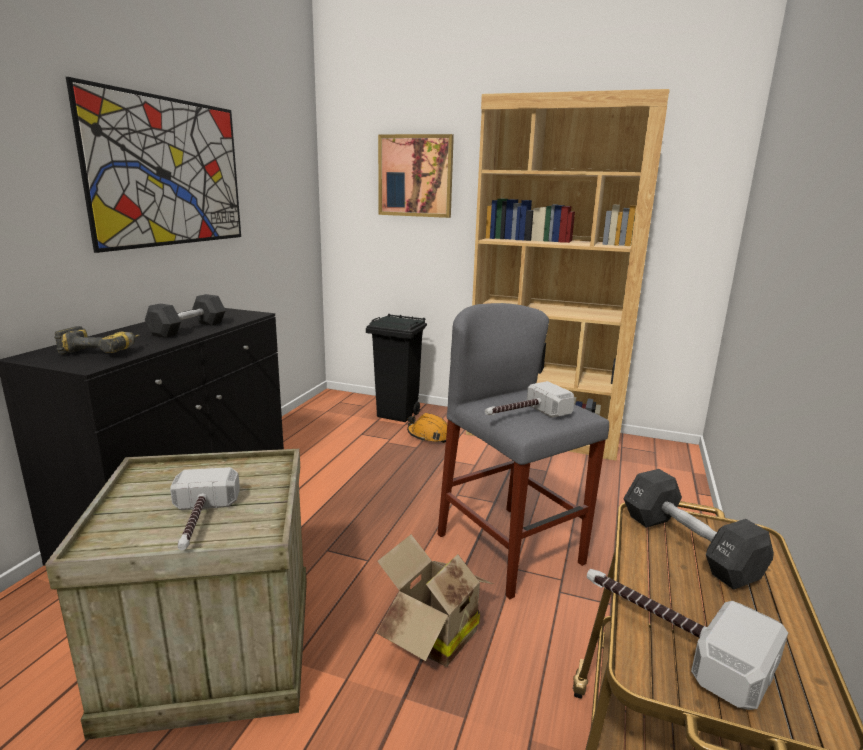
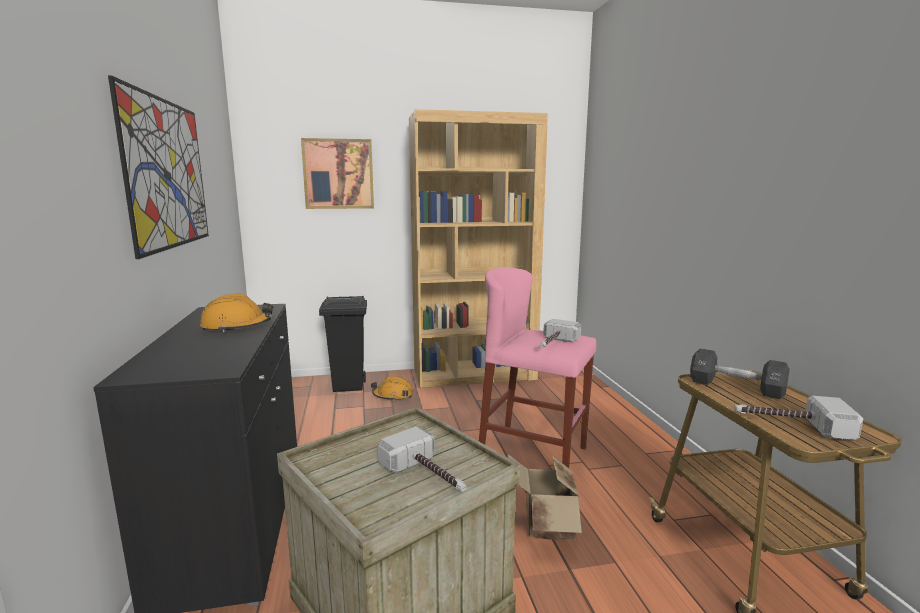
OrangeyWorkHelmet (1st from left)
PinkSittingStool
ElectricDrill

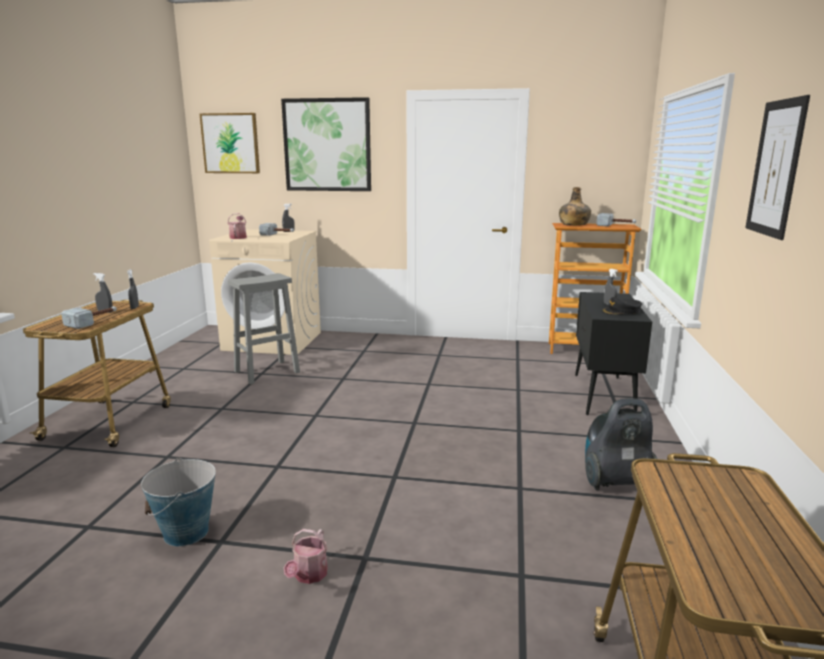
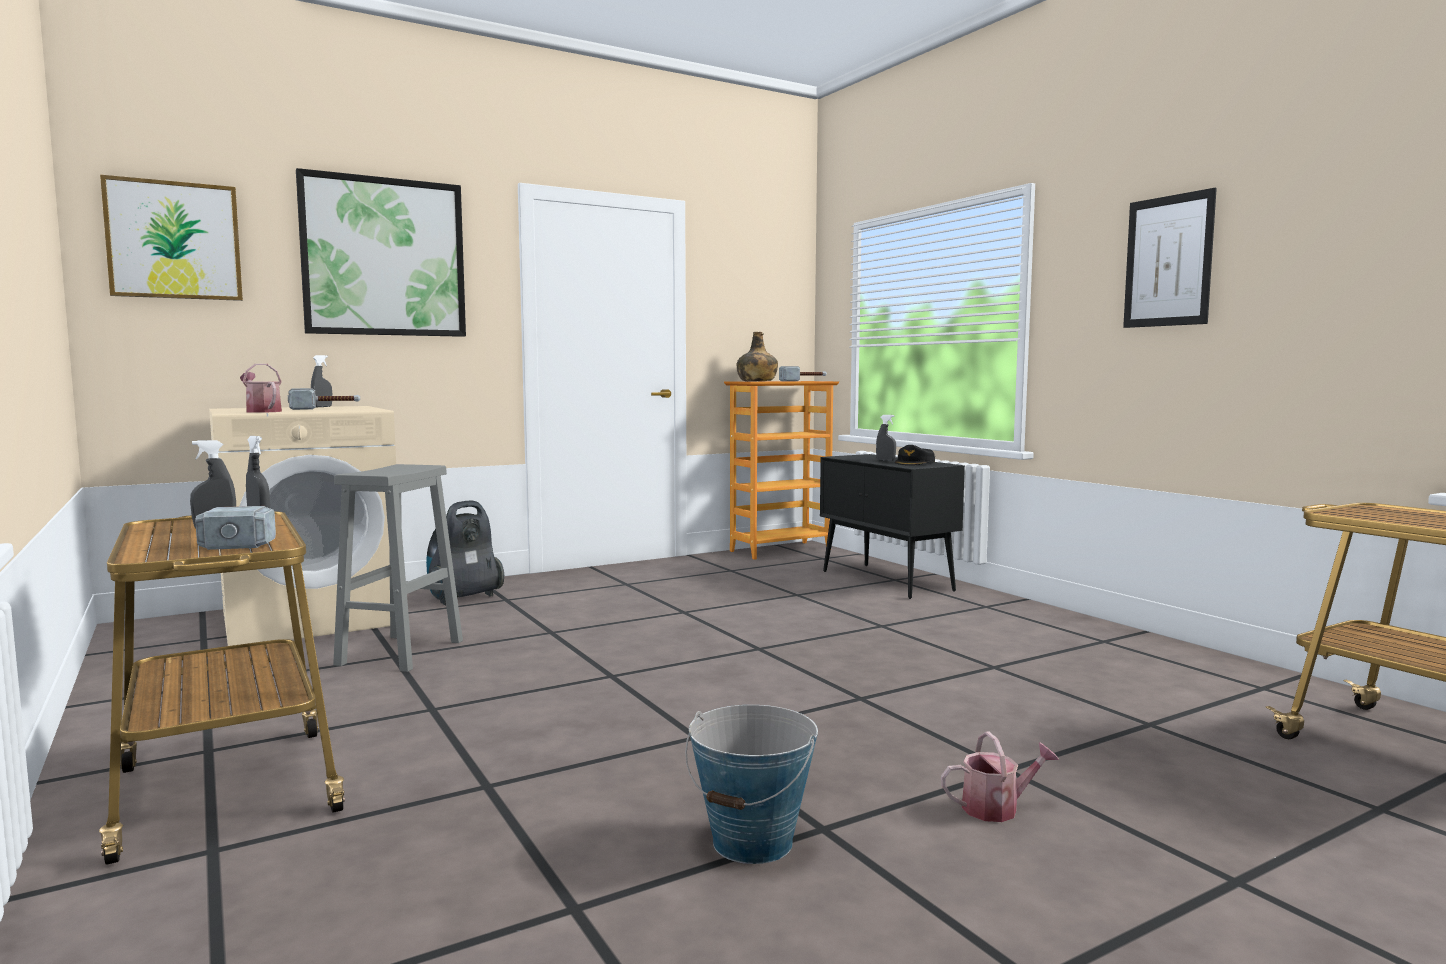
VacuumCleaner
WateringCan (2nd from left)

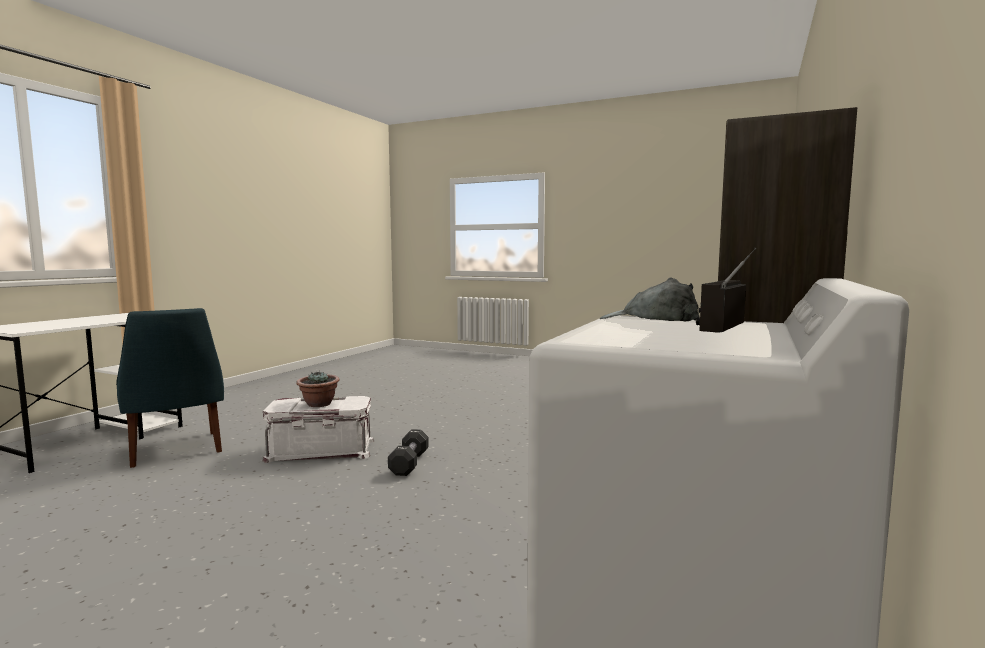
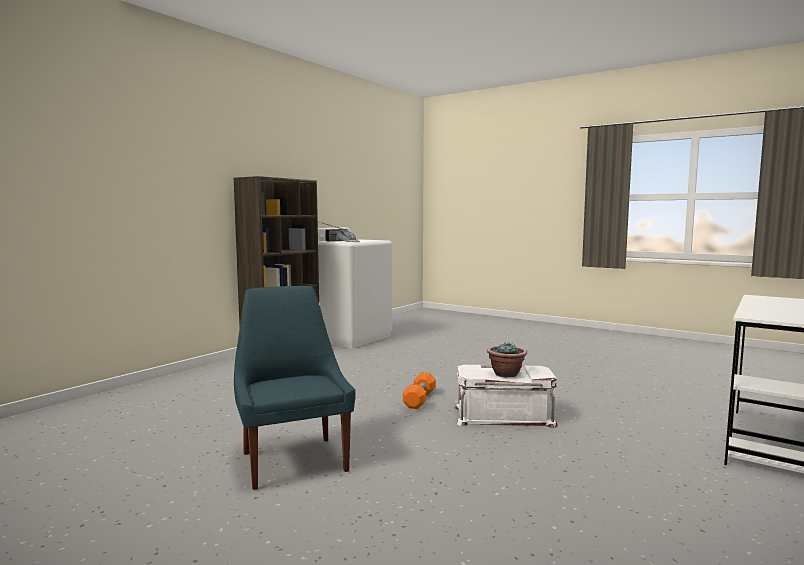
BlueColouredUprightChair
OrangeyHandWeight

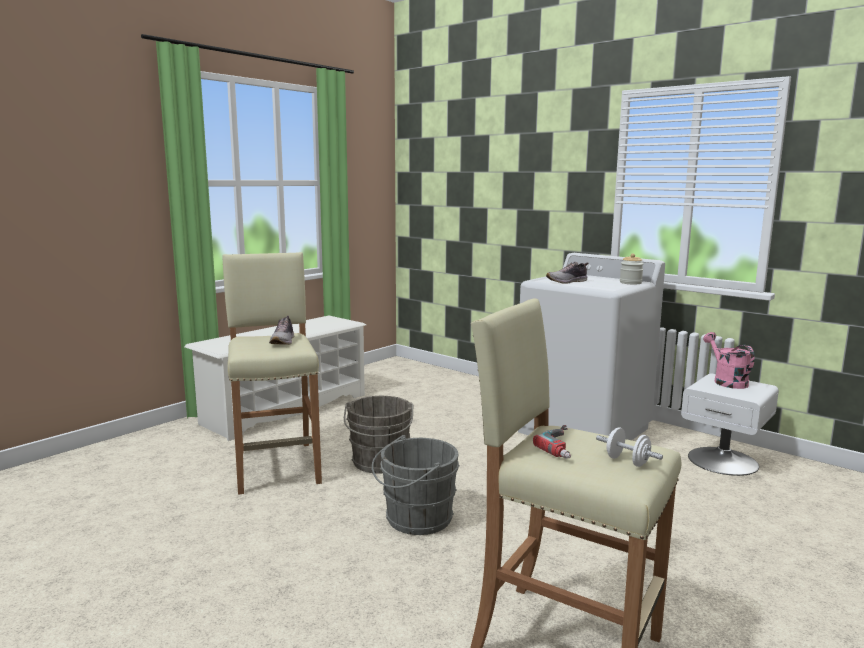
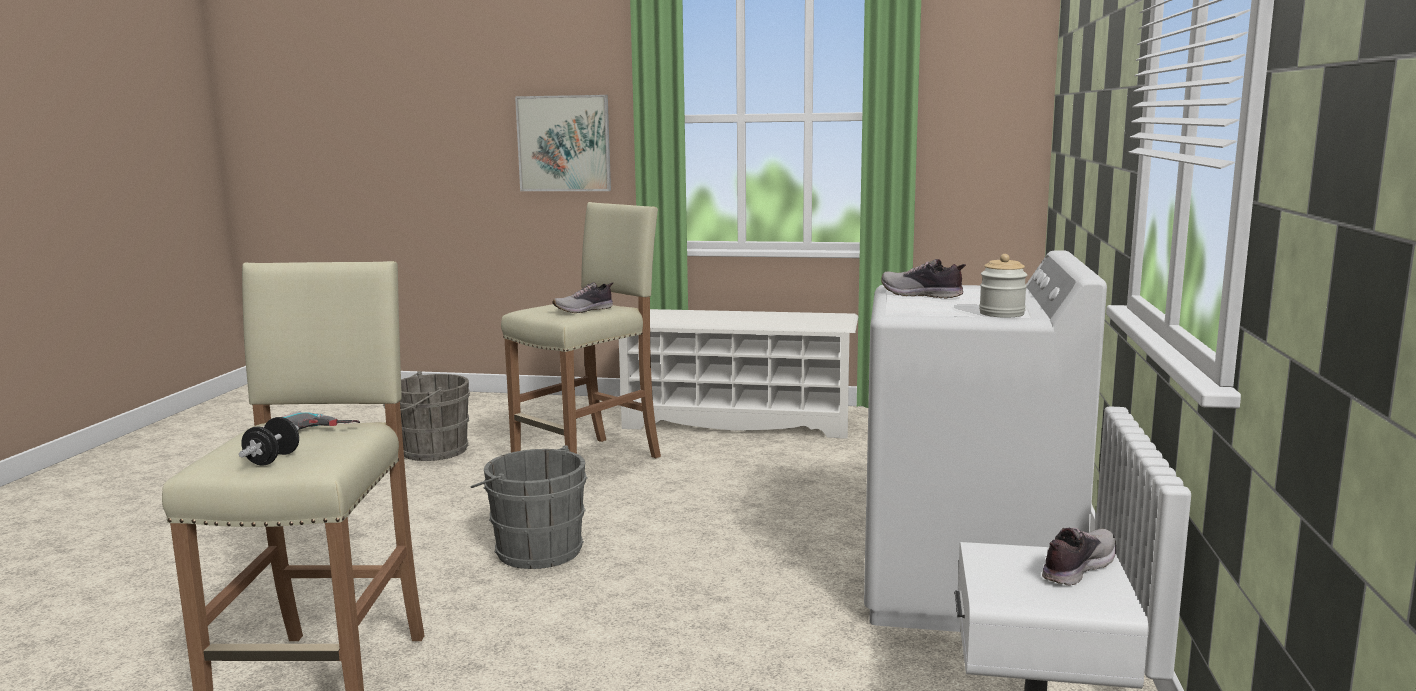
BlackHandWeight
GreyPail (1st from left)
WallArt
LowShoe (3rd from left)

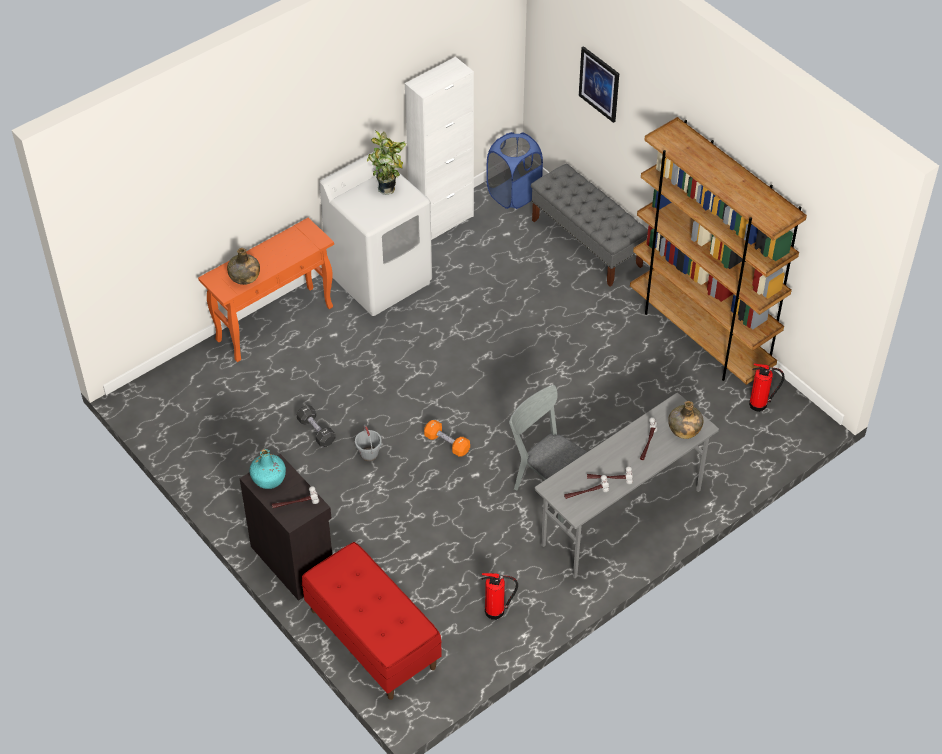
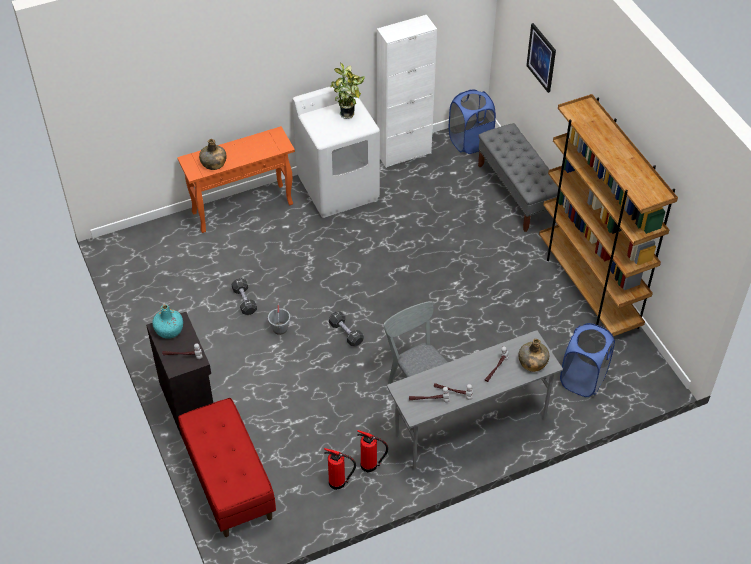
BlackHandWeight (2nd from left)
FireFightingCylinder (2nd from left)
BlueColouredLaundryBasket (2nd from left)

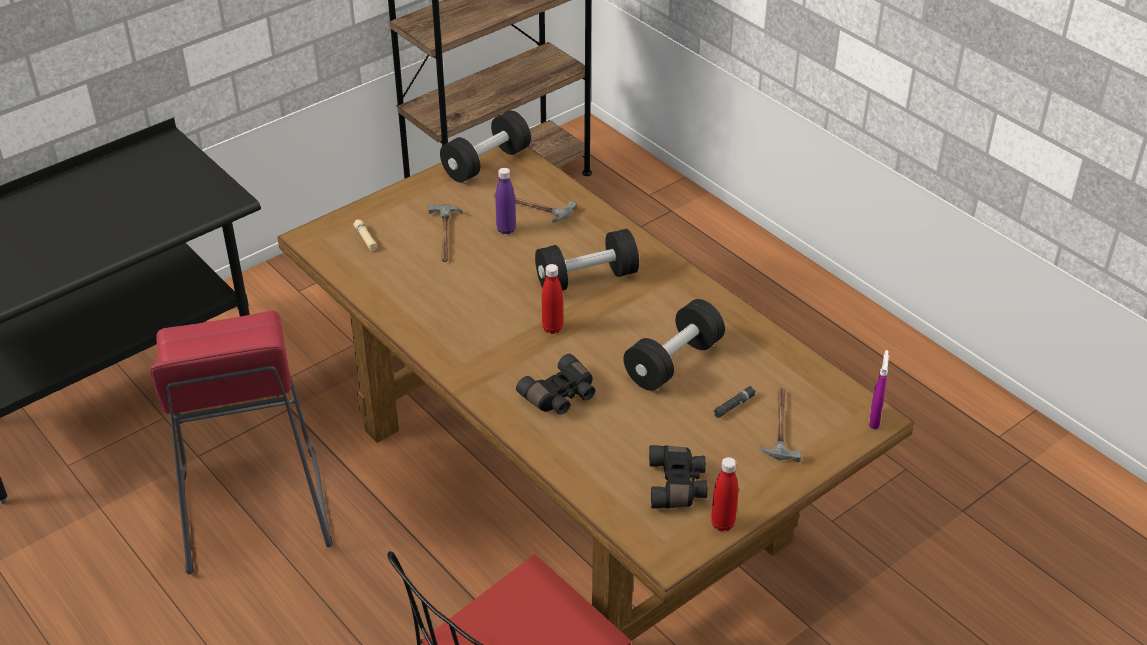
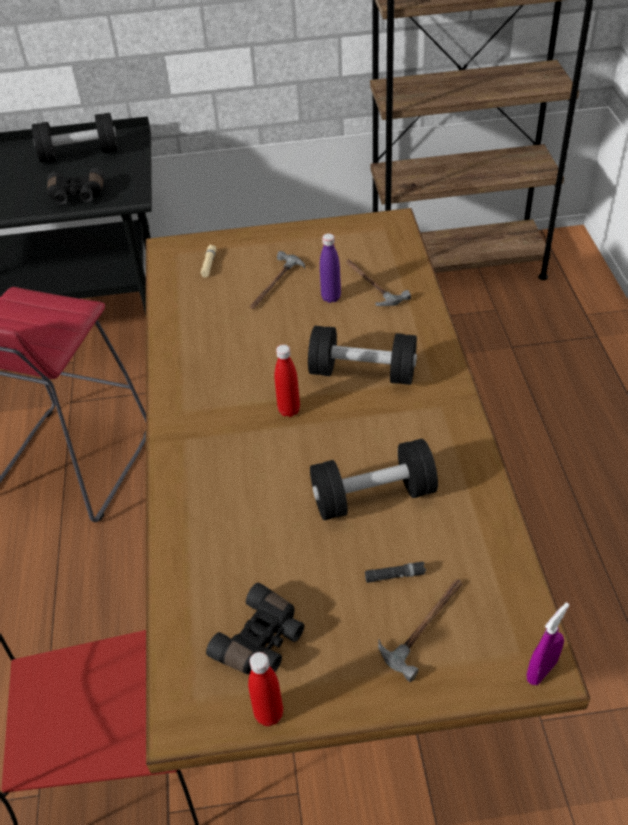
BlackHandWeight (1st from left)
BlackFieldGlasses (1st from left)

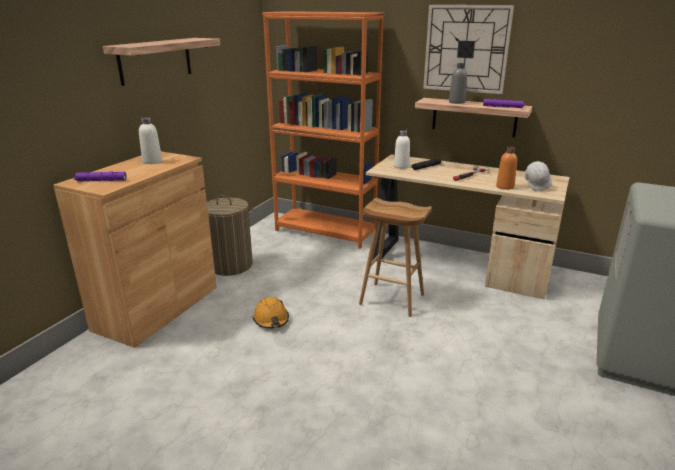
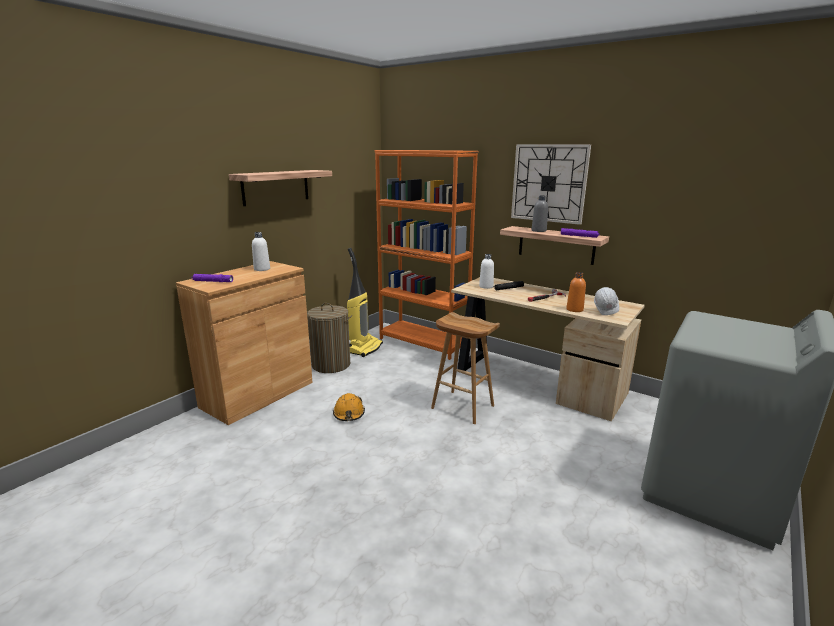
VacuumCleaner

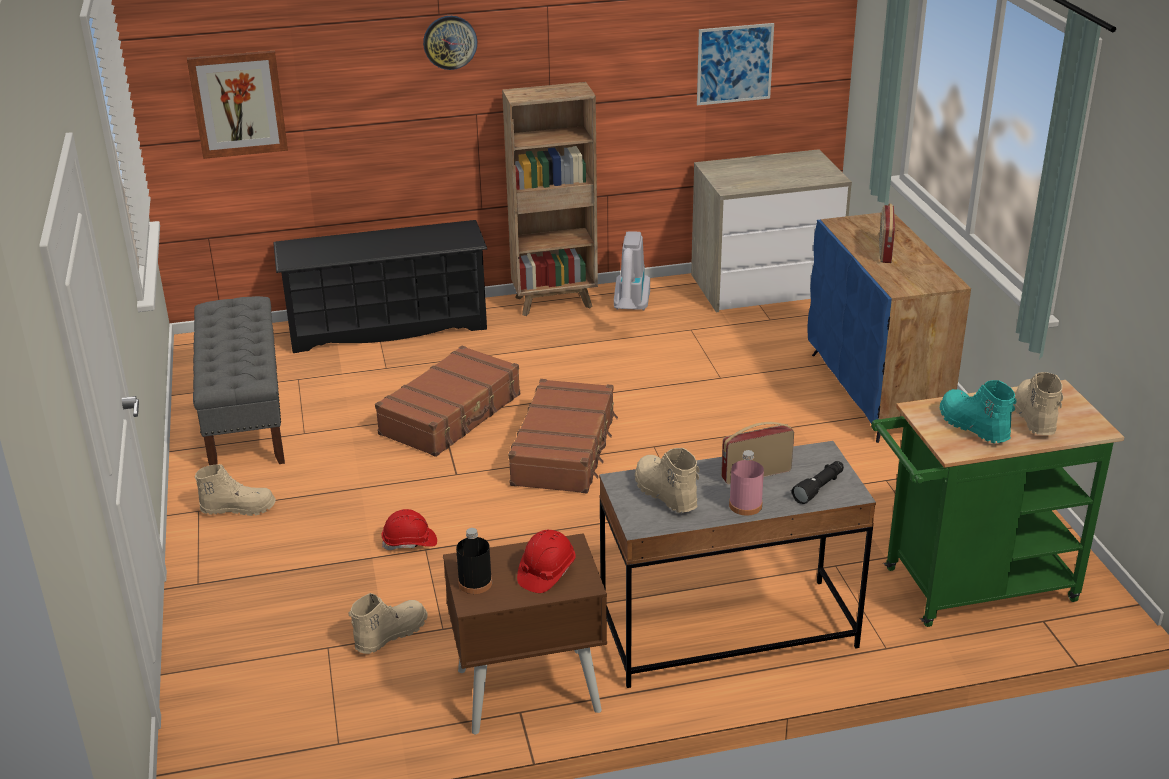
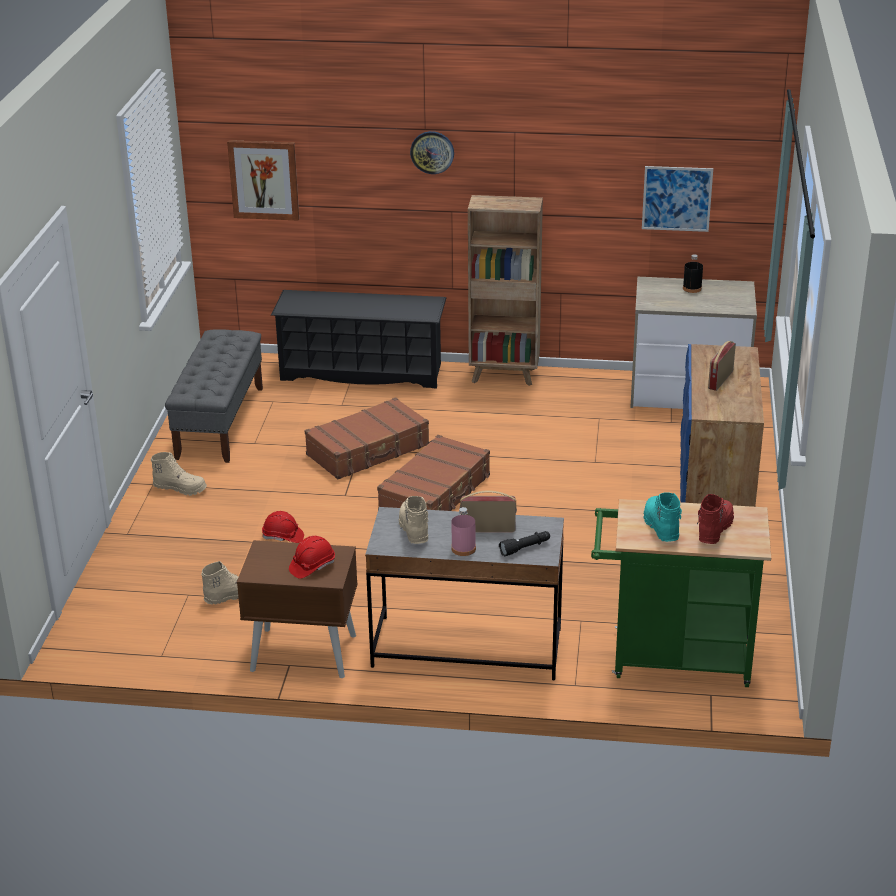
BlackBeverageBottle
RedColouredHighTopBoot
VacuumCleaner

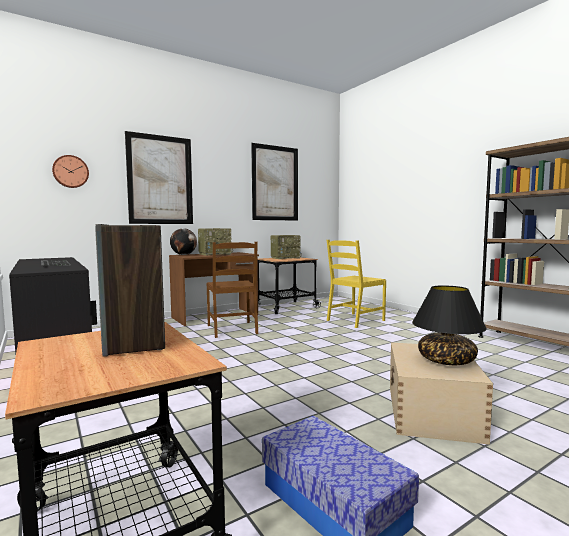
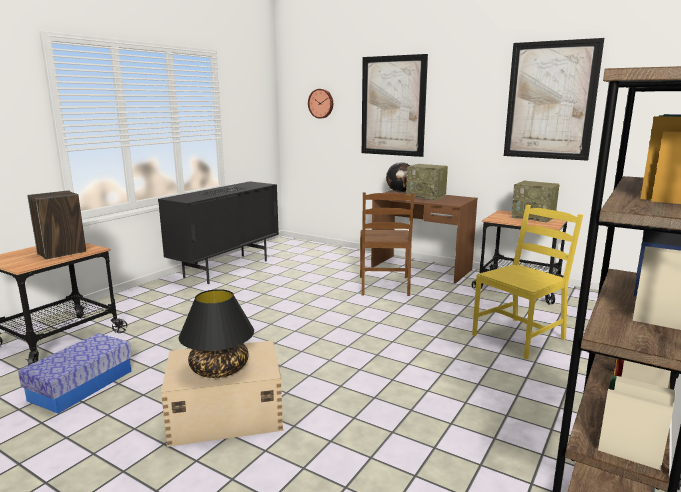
BrownColouredUprightChair
YellowUprightChair

